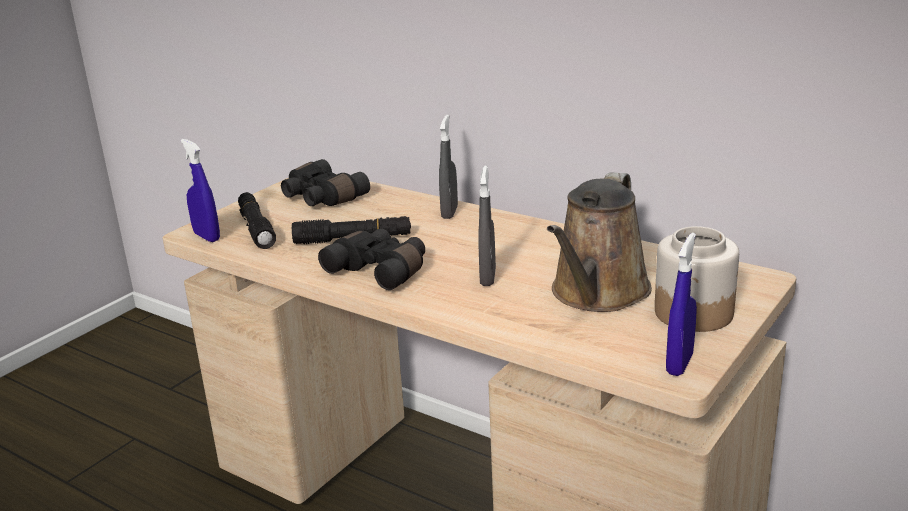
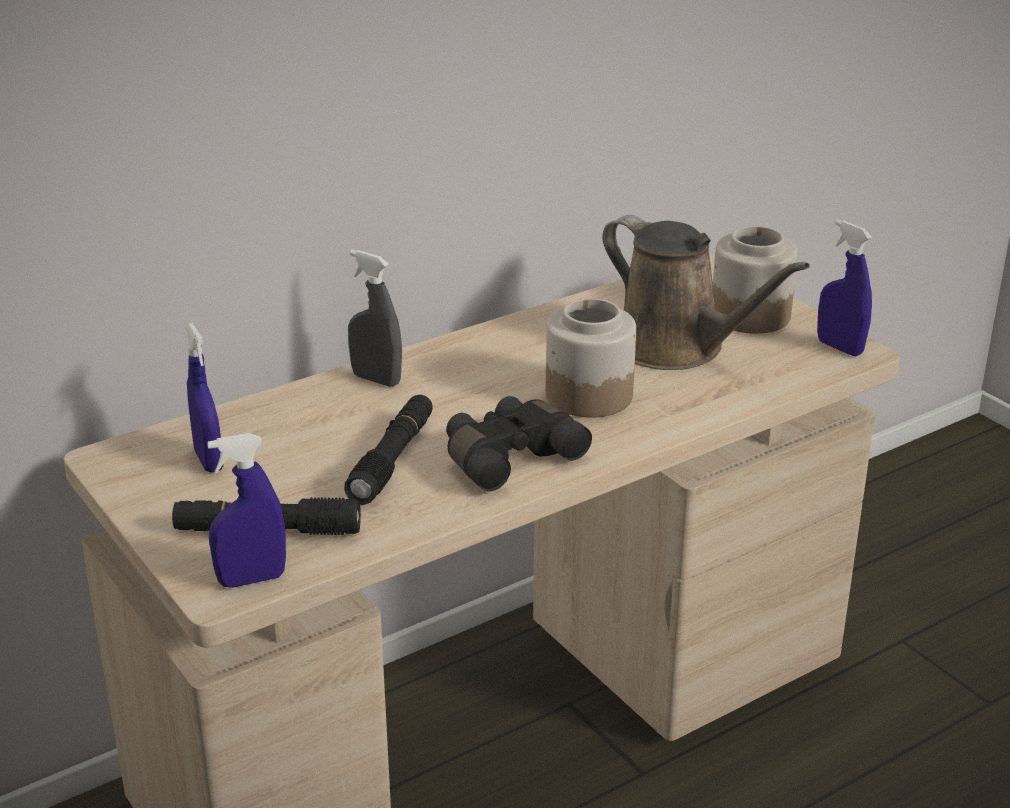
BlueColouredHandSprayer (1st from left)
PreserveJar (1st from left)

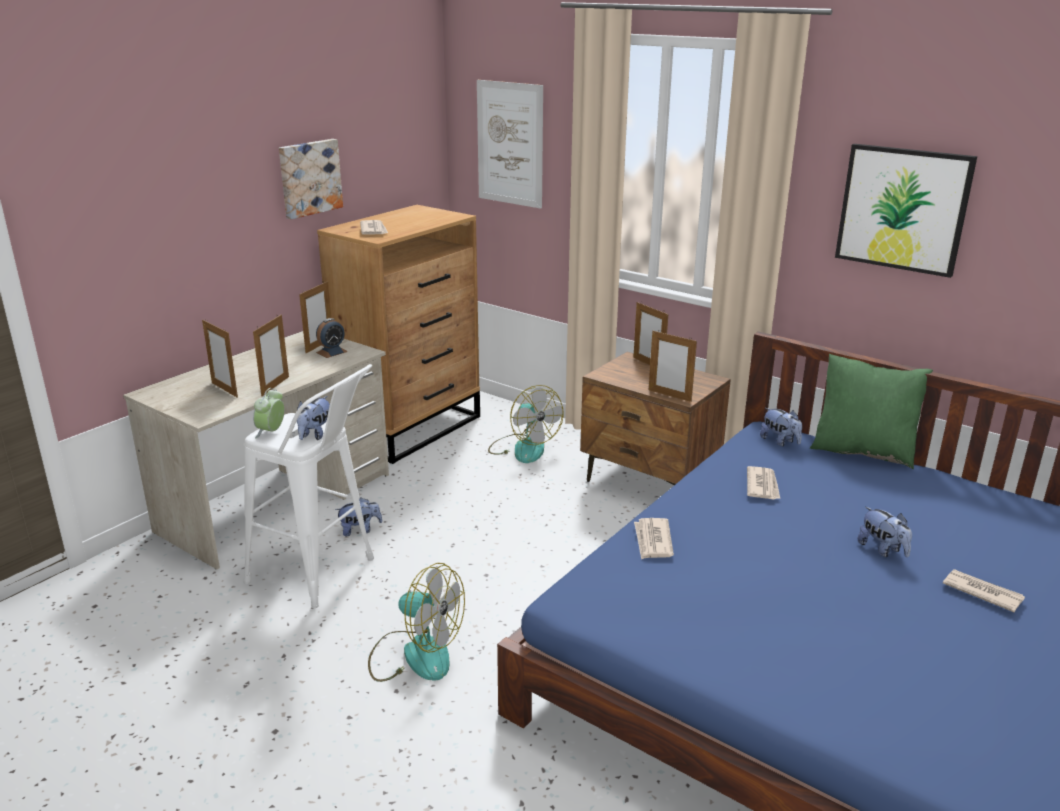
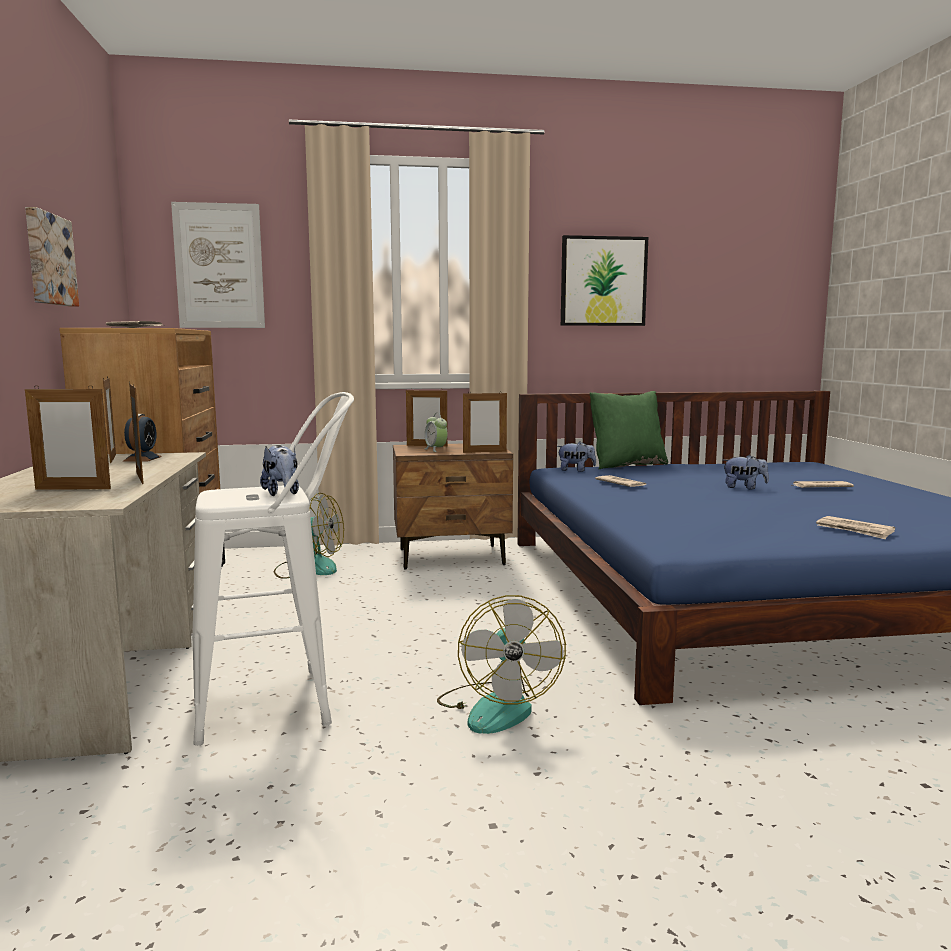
AlarmClock (2nd from left)
Fan (2nd from left)
PrintedPaper (4th from left)
CuddlyToy (2nd from left in the first image)

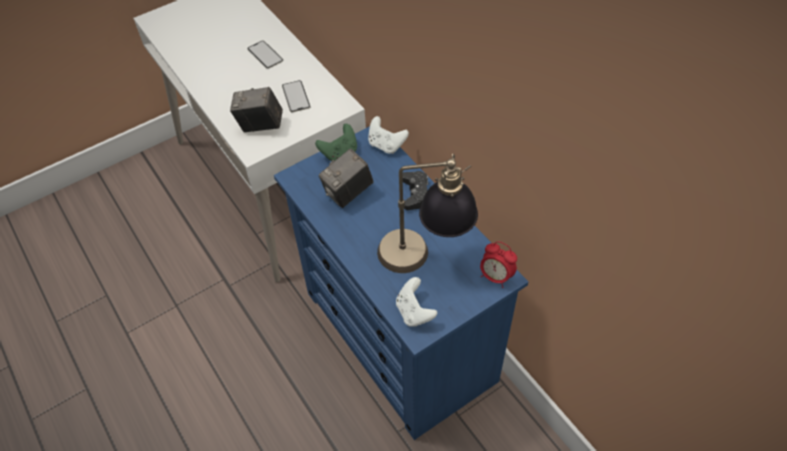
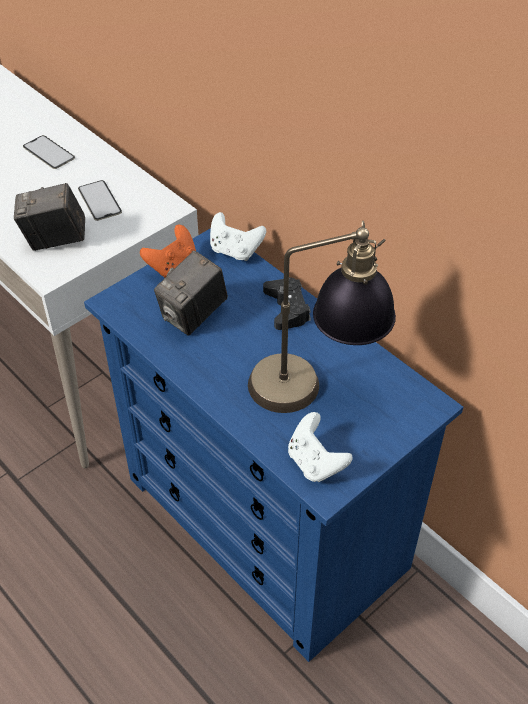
OrangeyGamepad
AlarmClock

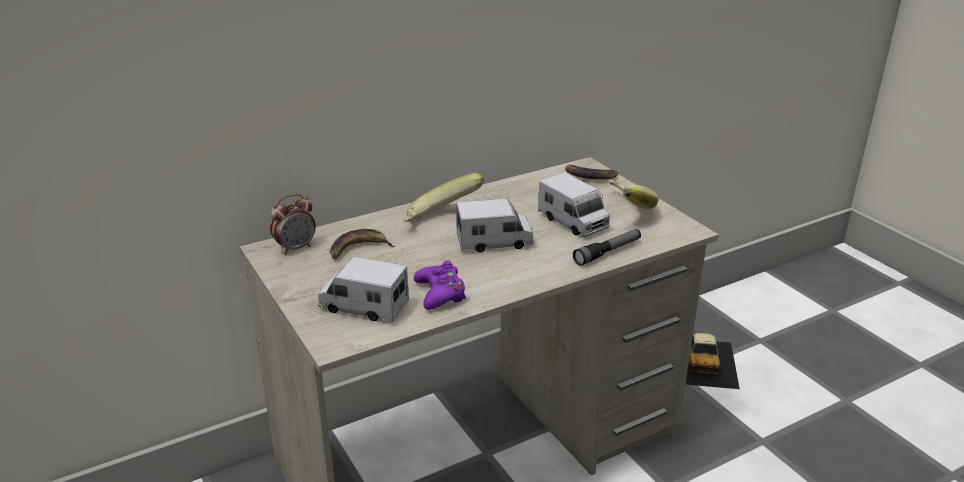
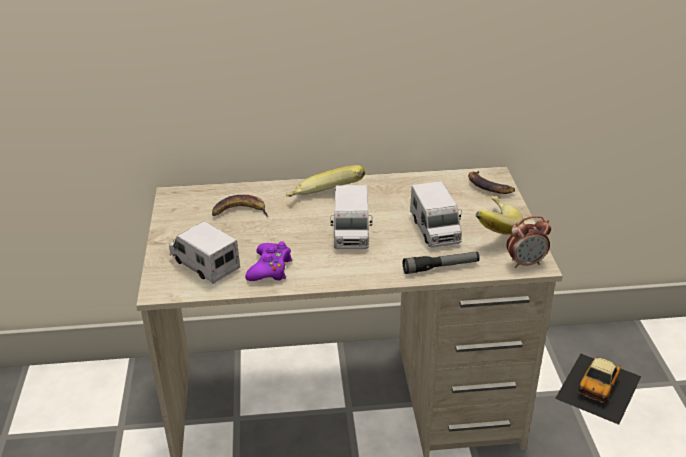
ToyLorry (2nd from left)
AlarmClock

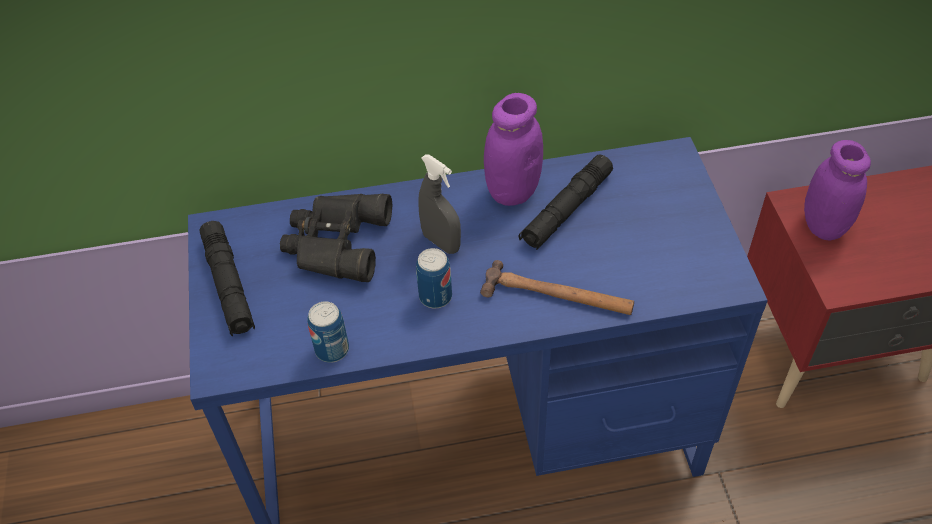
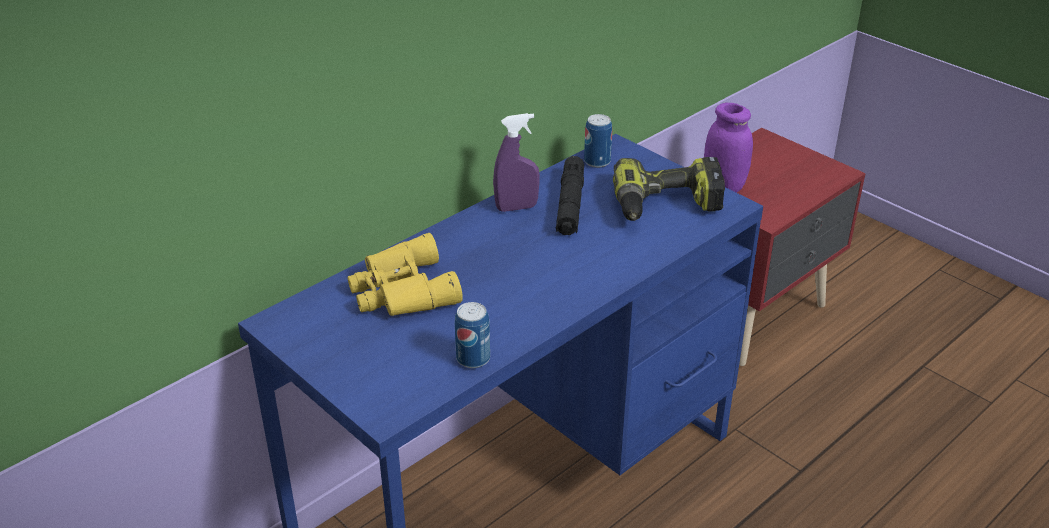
YellowFieldGlasses
PurpleColouredHandSprayer
SealedCan (2nd from left)
ElectricDrill
BlackHandTorch (1st from left in the first image)
GreyHandSprayer
ToolHammer

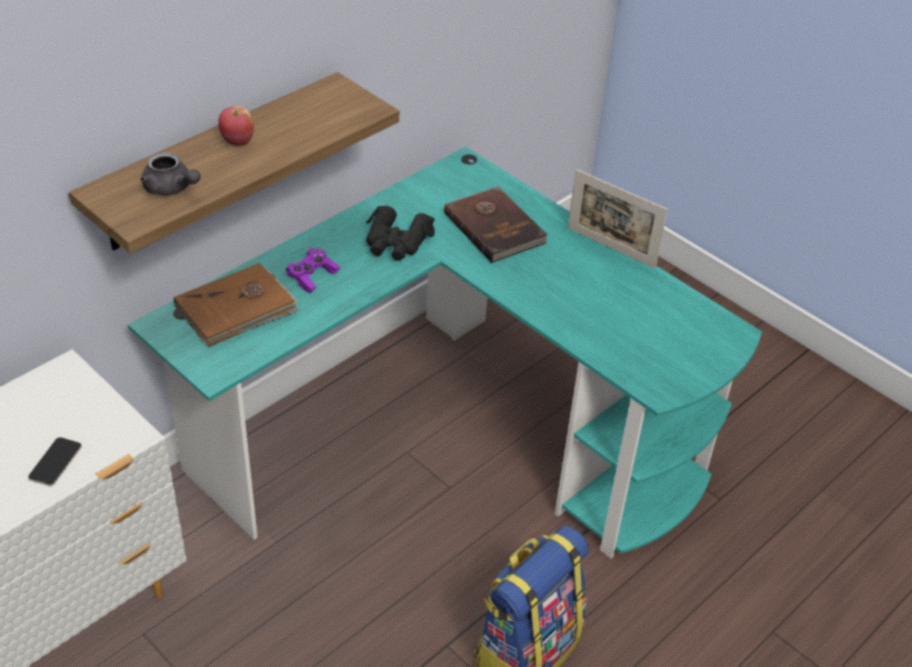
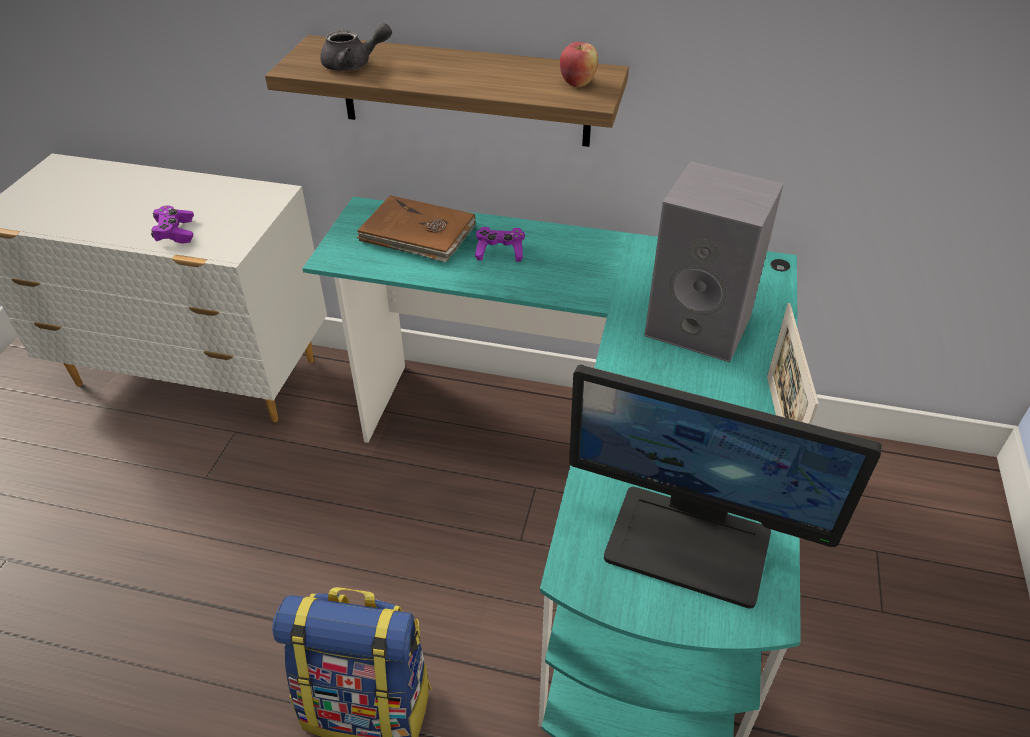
PurpleColouredGamepad (1st from left)
GreyPotForTea
WholeApple
Monitor
GreySpeaker
BlackFieldGlasses

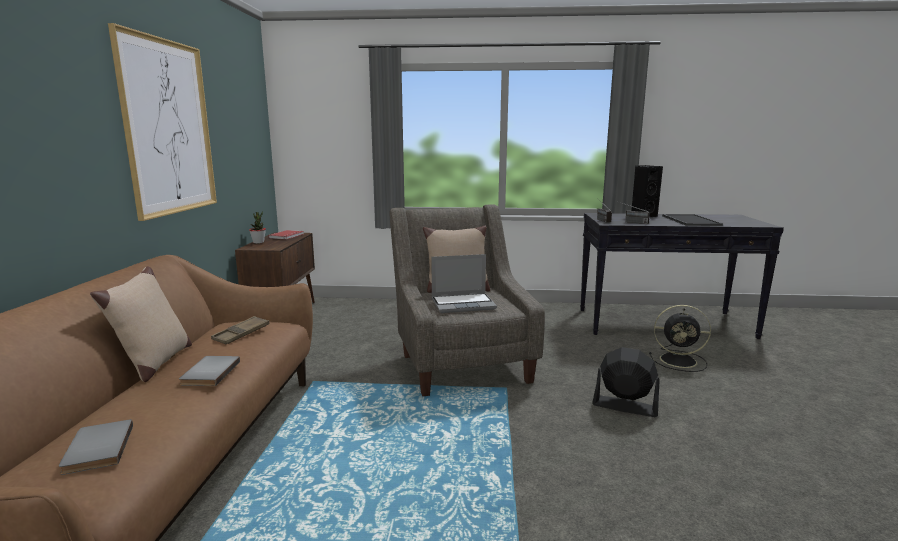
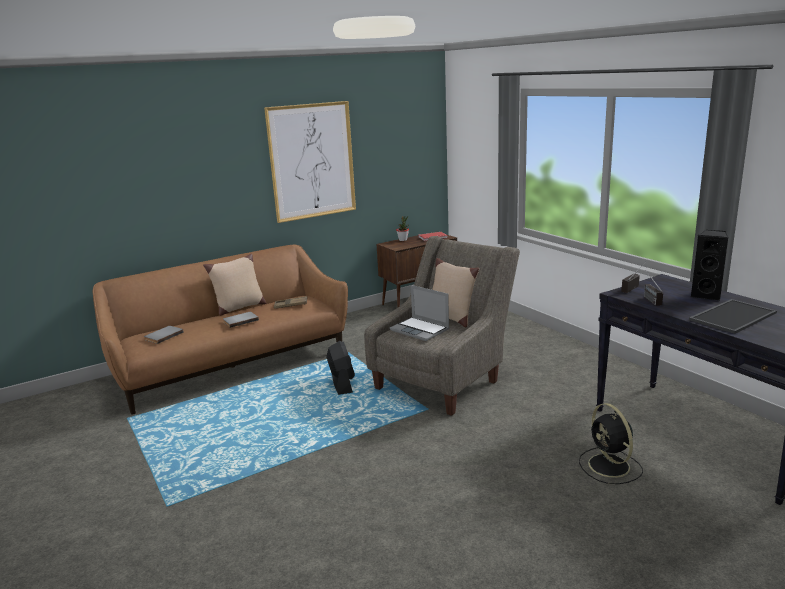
BlackFan (1st from left)

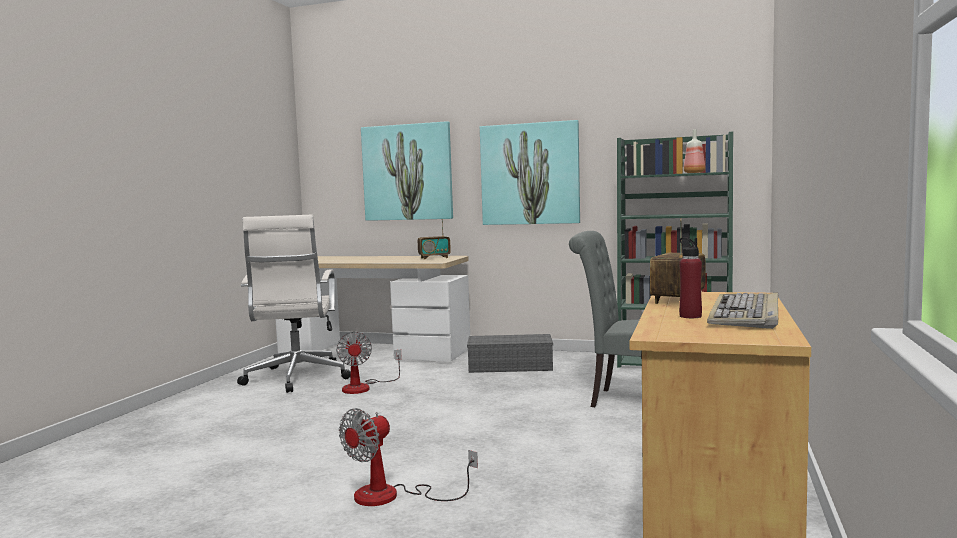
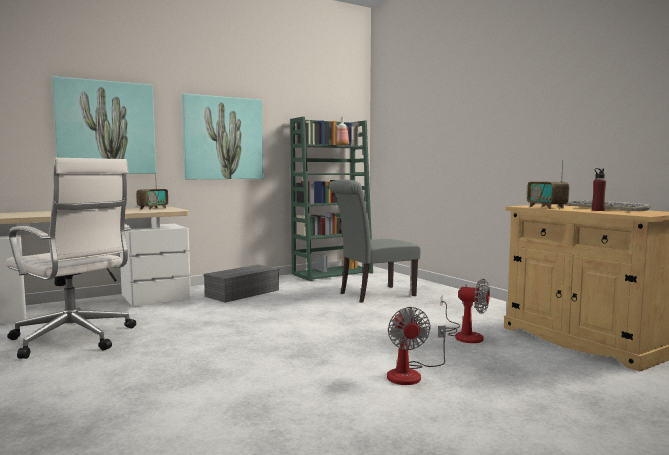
Fan (2nd from left)

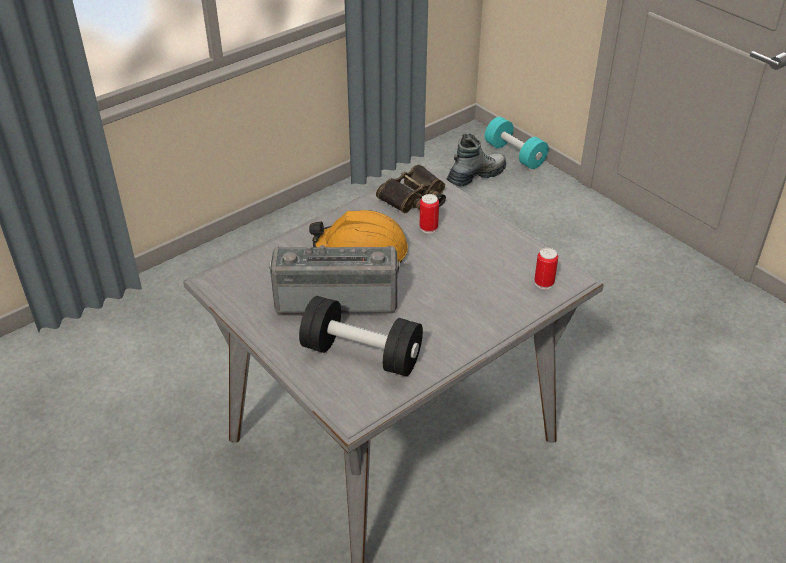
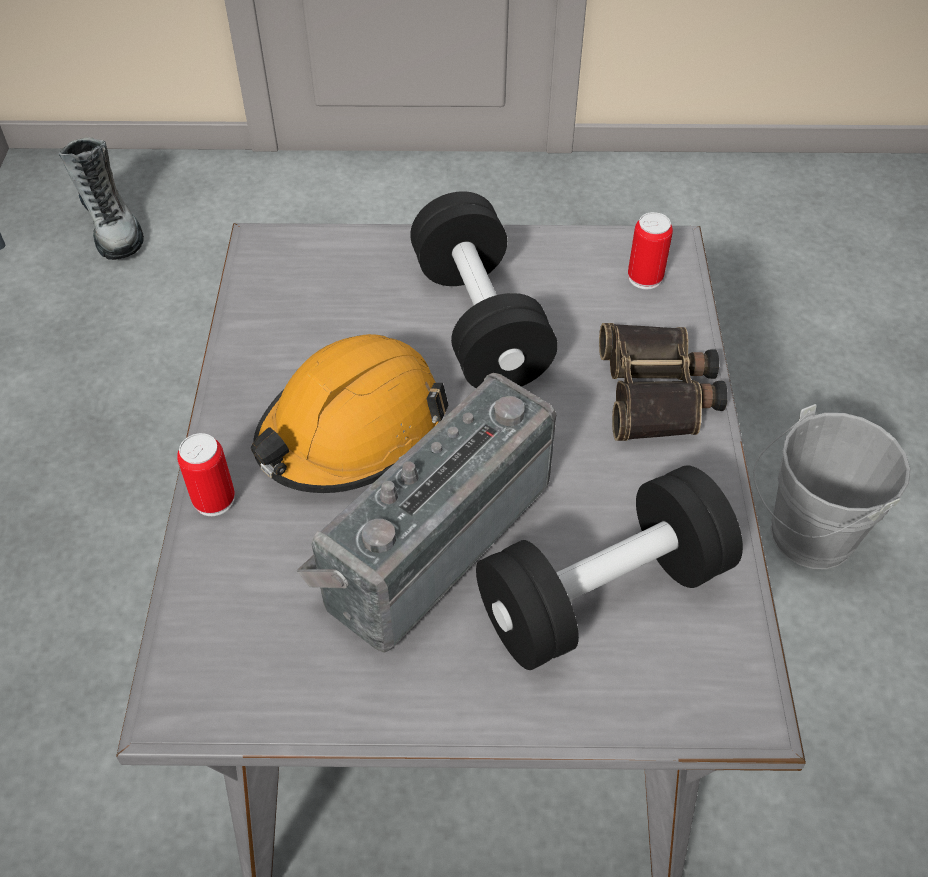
HighTopBoot
SealedCan (1st from left)
BlackHandWeight (1st from left)
FieldGlasses
GreyPail
TurquoiseColouredHandWeight

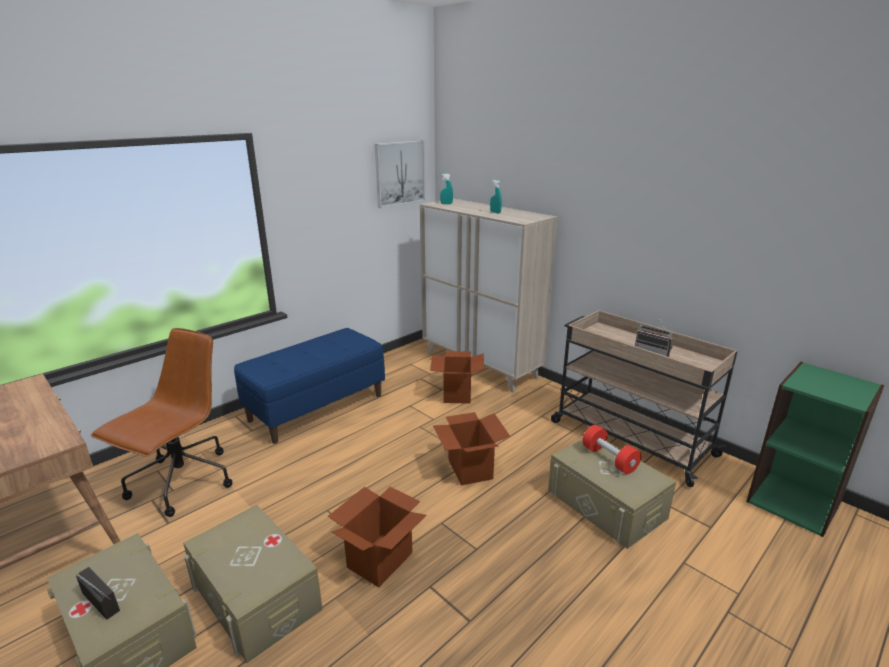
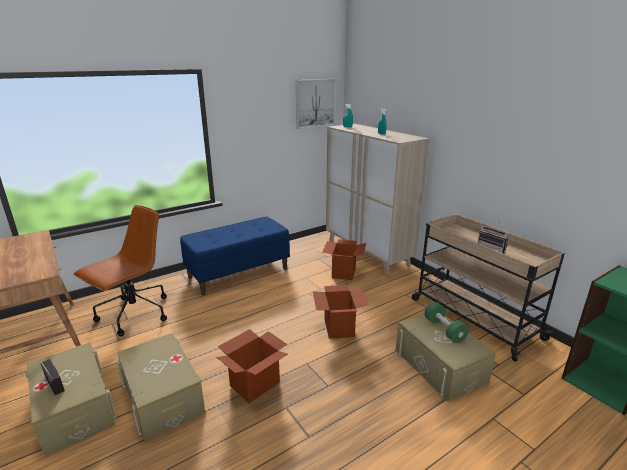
GreenHandWeight

